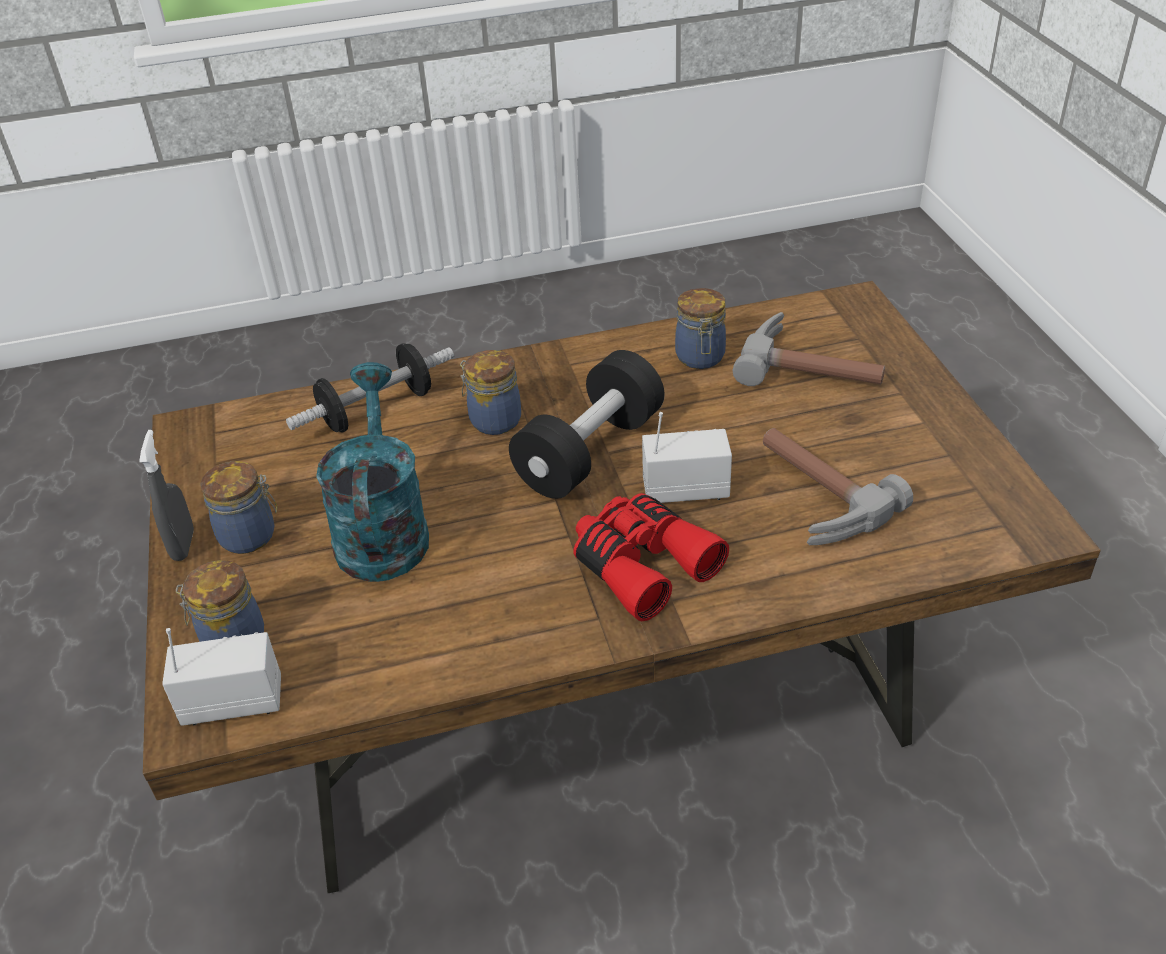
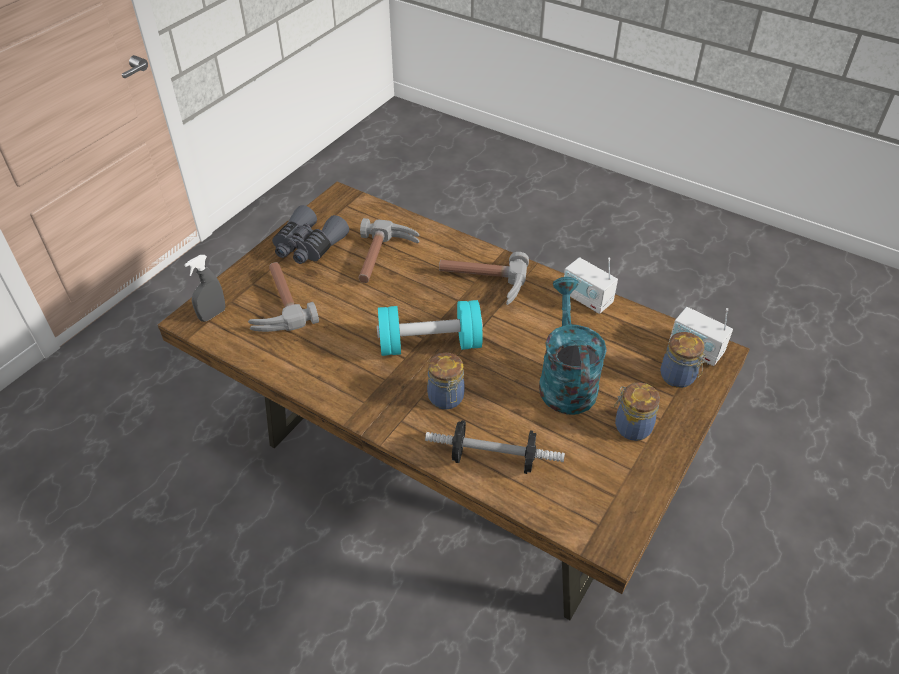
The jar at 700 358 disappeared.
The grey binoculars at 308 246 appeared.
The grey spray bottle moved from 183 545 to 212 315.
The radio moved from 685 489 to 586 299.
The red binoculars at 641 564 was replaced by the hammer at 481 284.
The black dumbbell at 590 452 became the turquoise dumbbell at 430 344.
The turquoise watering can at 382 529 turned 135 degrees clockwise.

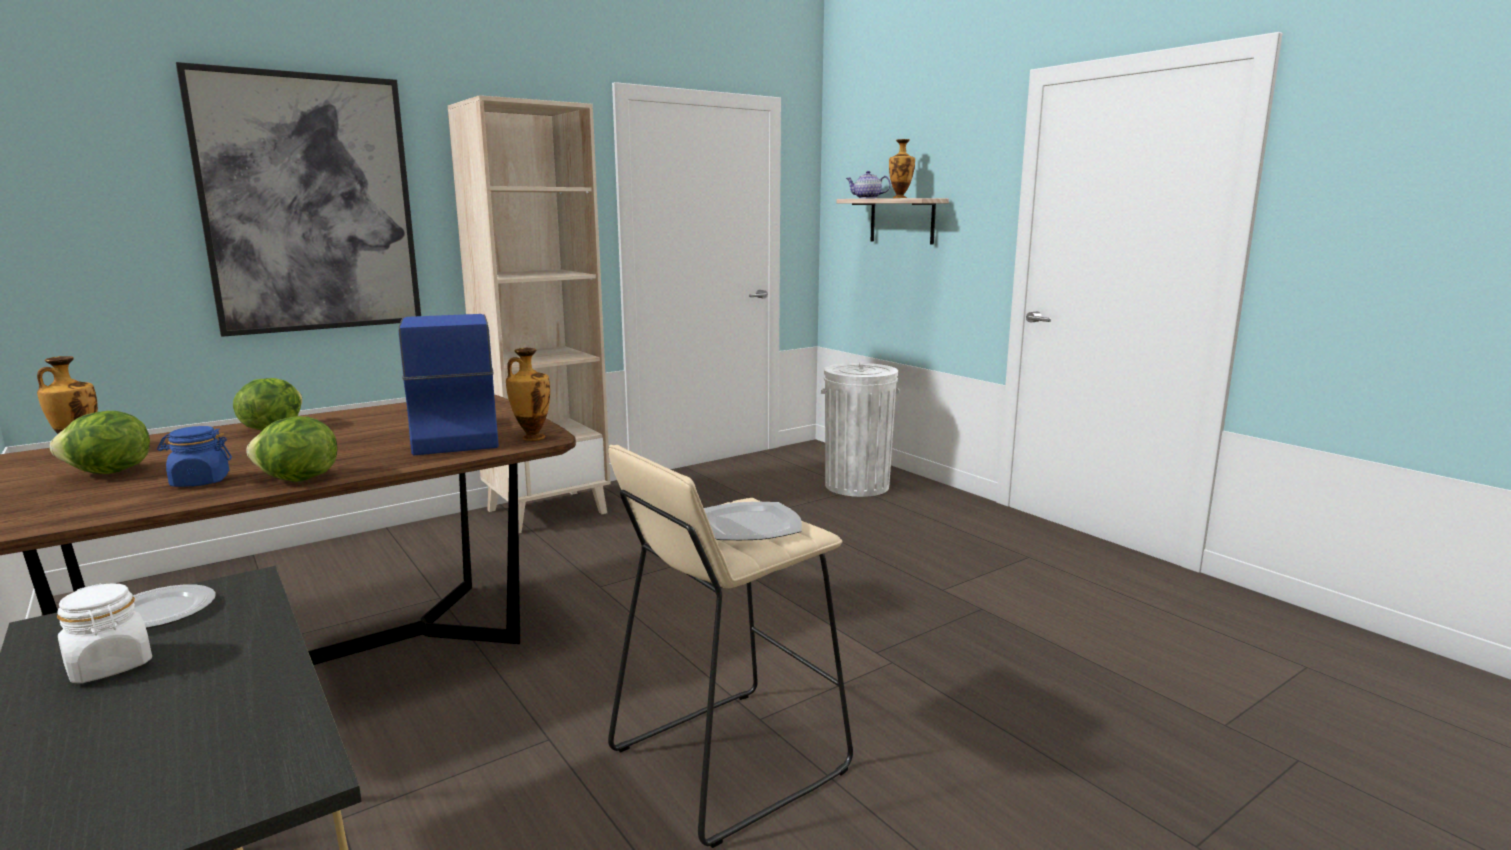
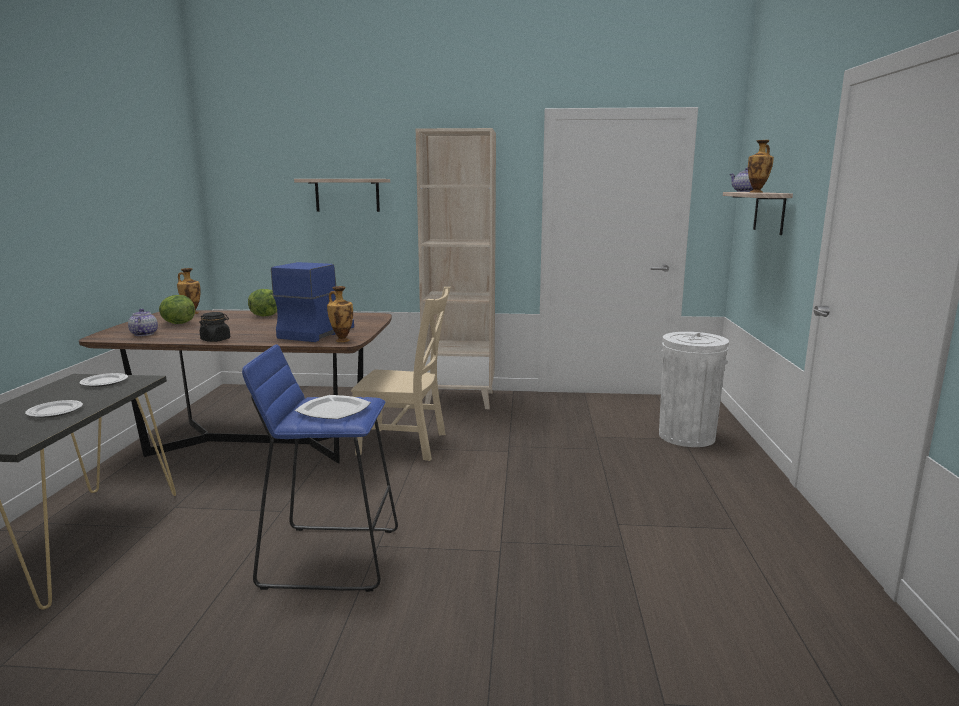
The white jar at 110 666 disappeared.
The blue jar at 200 481 disappeared.
The plate at 55 412 appeared.
The teapot at 143 334 appeared.
The beige chair at 406 444 appeared.
The picture at 309 204 was replaced by the shelf at 347 195.
The lettuce at 297 480 was replaced by the black jar at 215 340.
The beige stool at 727 760 became the blue stool at 330 557.

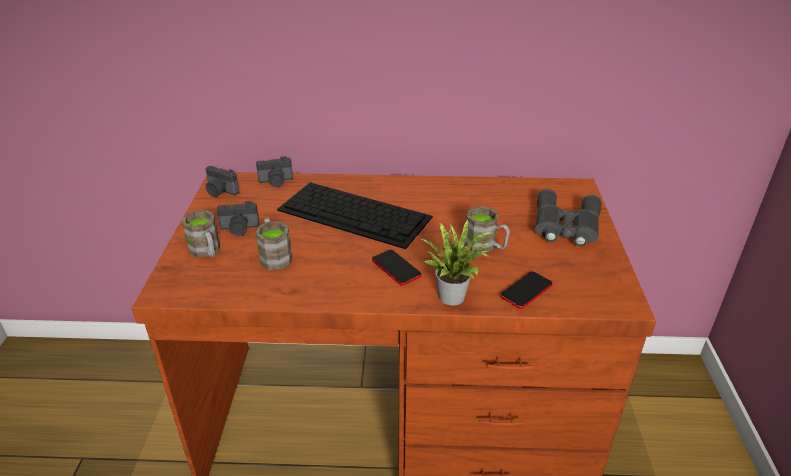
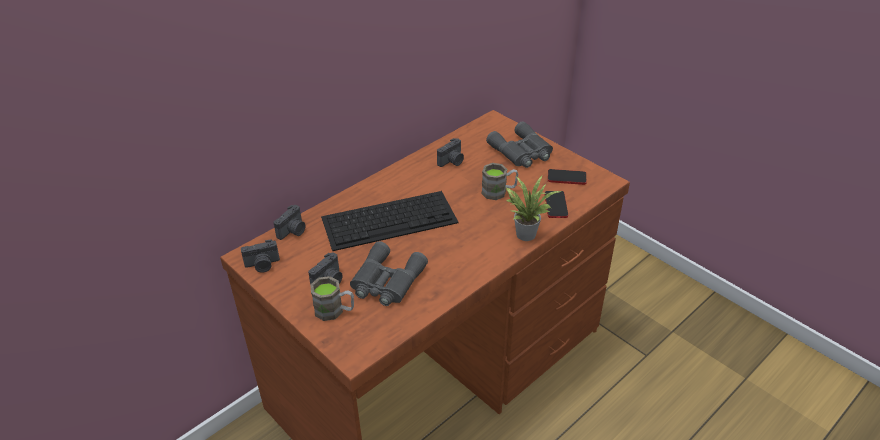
The photo camera at 452 161 appeared.
The phone moved from 396 268 to 566 177.
The brown mug at 274 256 was replaced by the grey binoculars at 386 281.

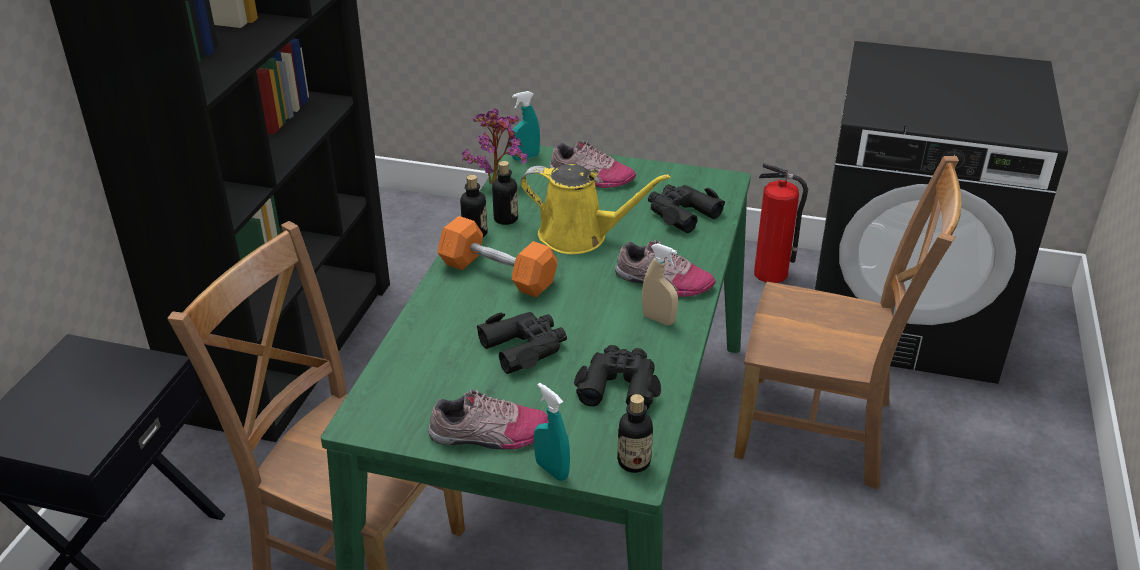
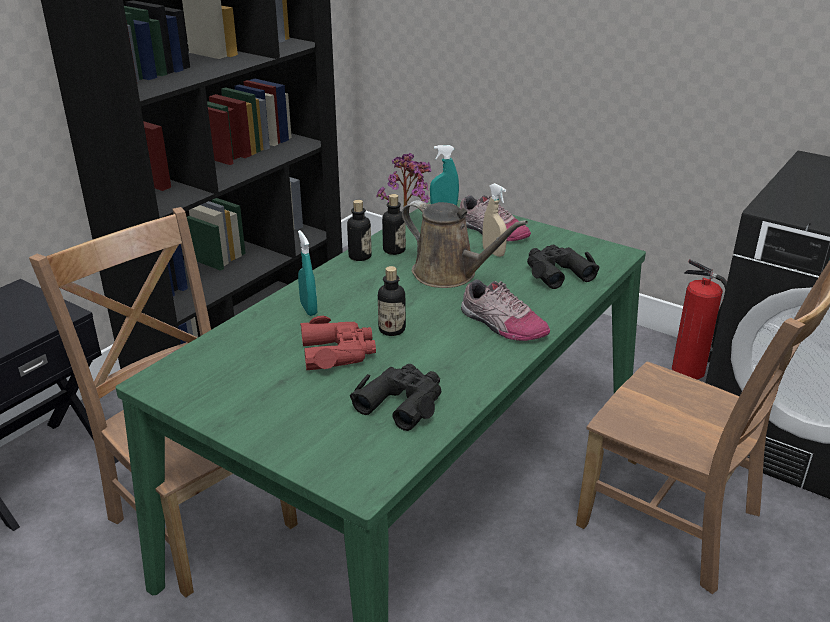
The shoe at 489 435 disappeared.
The orange dumbbell at 497 274 disappeared.
The turquoise spray bottle moved from 552 470 to 308 309.
The bottle moved from 634 462 to 392 330.
The beige spray bottle moved from 658 319 to 493 252.
The black binoculars at 524 347 became the red binoculars at 338 352.
The yellow watering can at 579 236 became the brown watering can at 449 274.

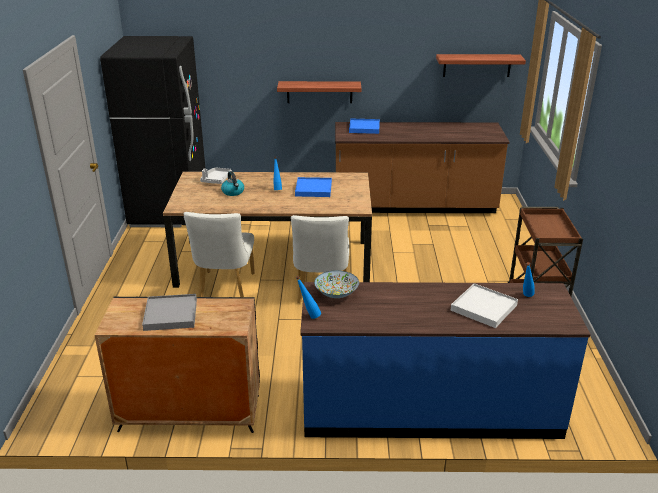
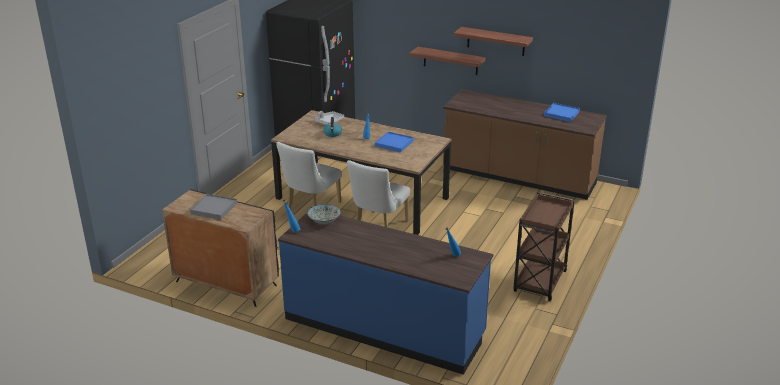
The white tray at 483 308 disappeared.
The blue tray moved from 364 128 to 561 114.
The shelf moved from 477 65 to 496 41.

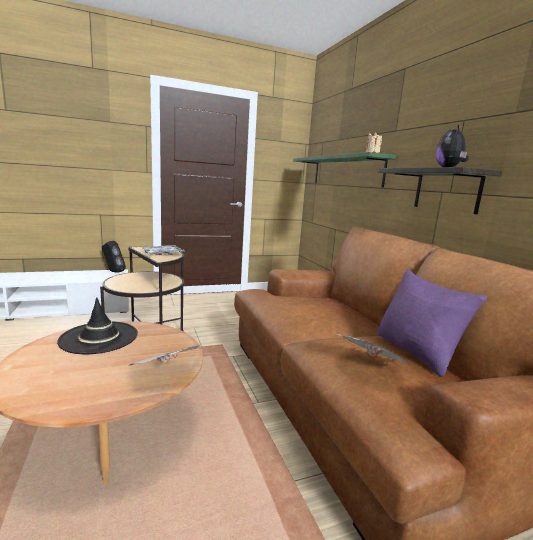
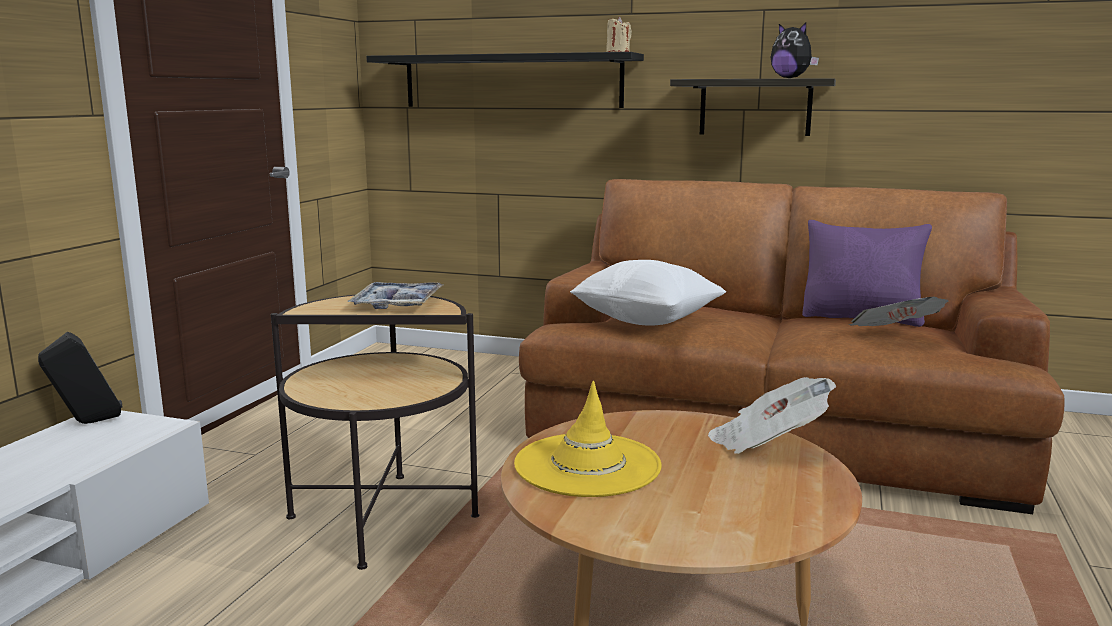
The white pillow at 646 321 appeared.
The black hat at 99 337 became the yellow hat at 587 465.
The green shelf at 345 171 became the black shelf at 511 81.

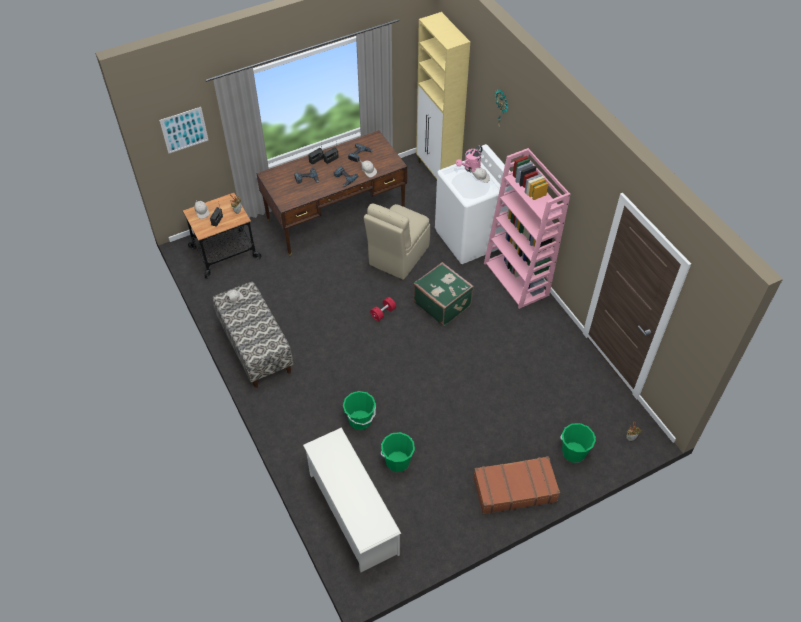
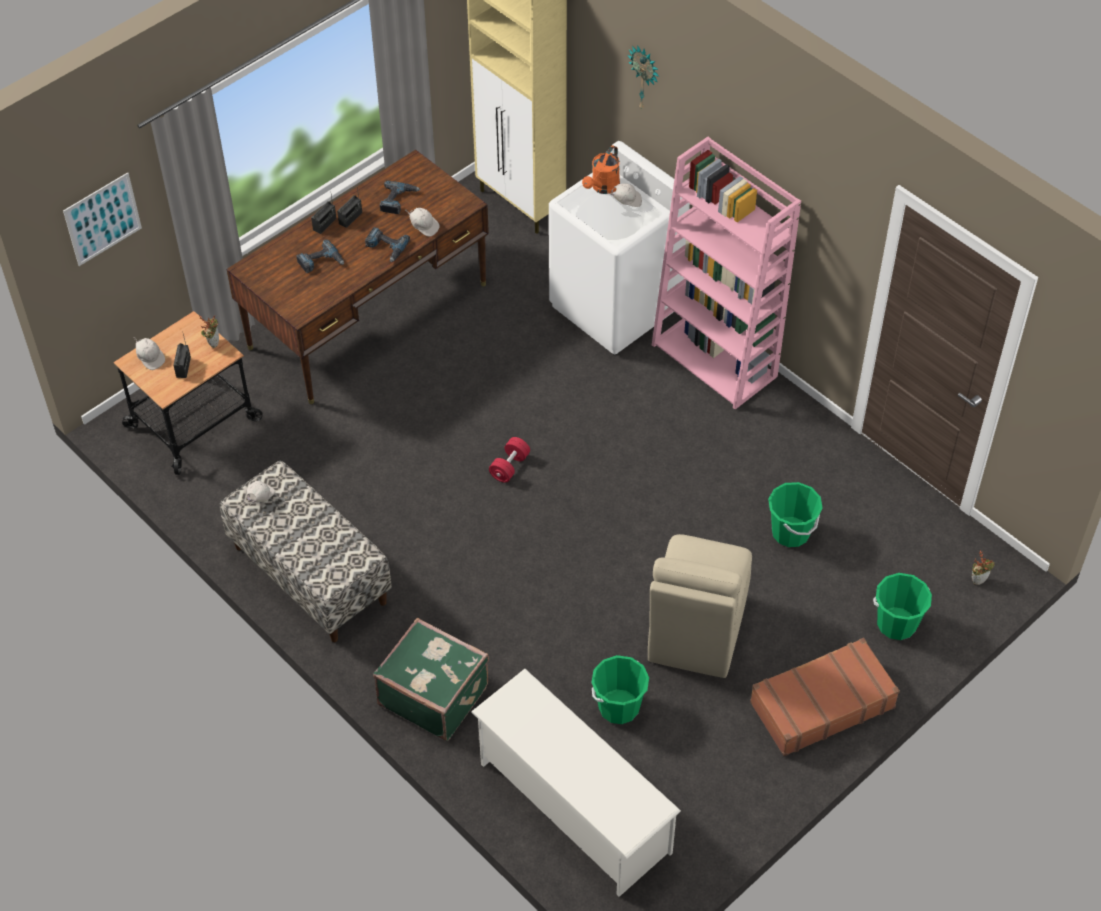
The green bucket moved from 360 420 to 790 532.
The beige chair moved from 398 256 to 696 631.
The green suitcase moved from 442 303 to 434 694.
The pink watering can at 470 168 became the orange watering can at 603 188.

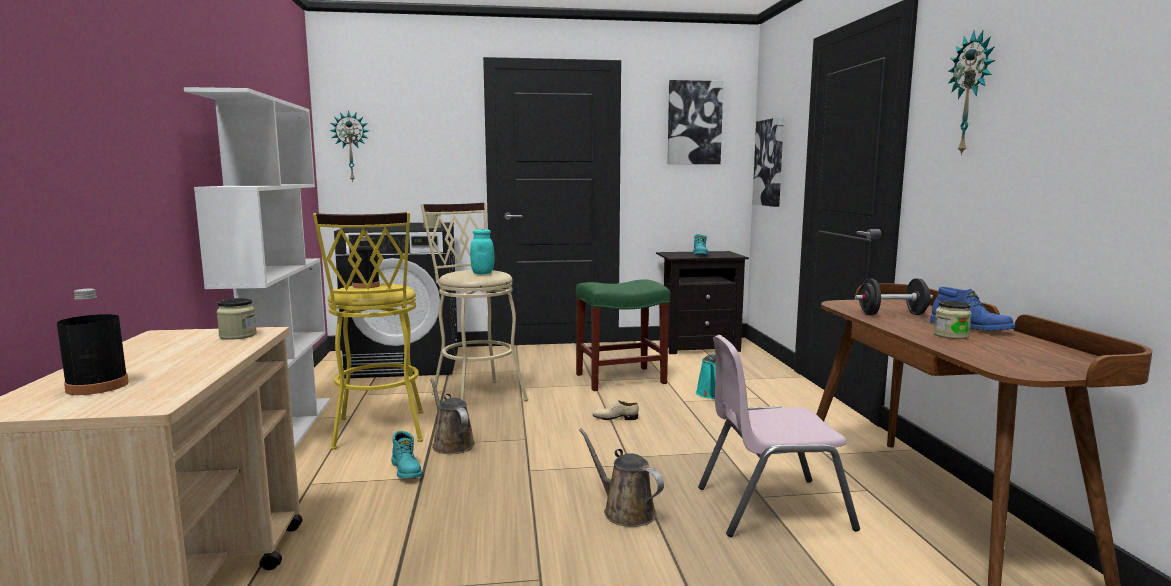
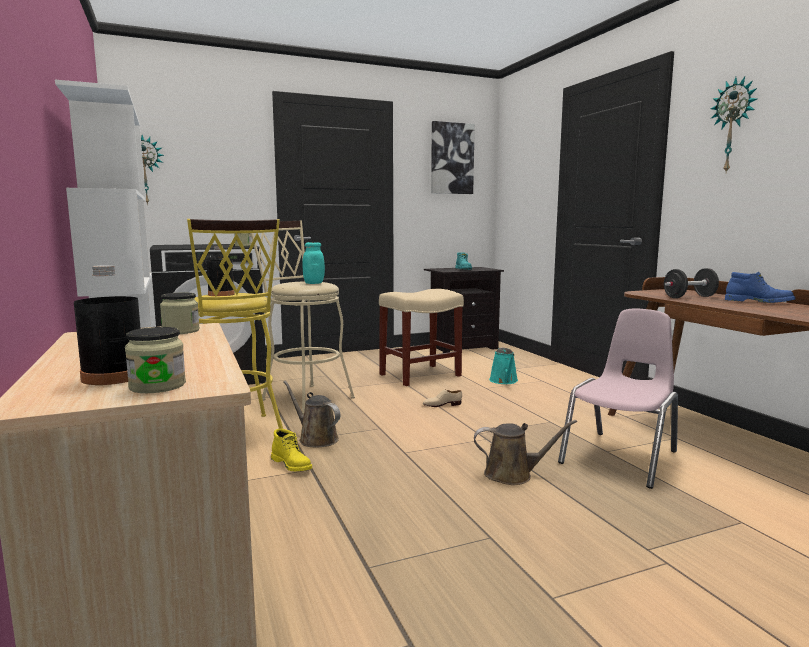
The picture at 770 162 disappeared.
The jar moved from 951 335 to 157 386.
The turquoise boot at 407 470 became the yellow boot at 292 465.
The green stool at 621 378 became the beige stool at 421 375.
The brown watering can at 625 511 turned 150 degrees clockwise.
The pink chair at 771 507 turned 150 degrees clockwise.

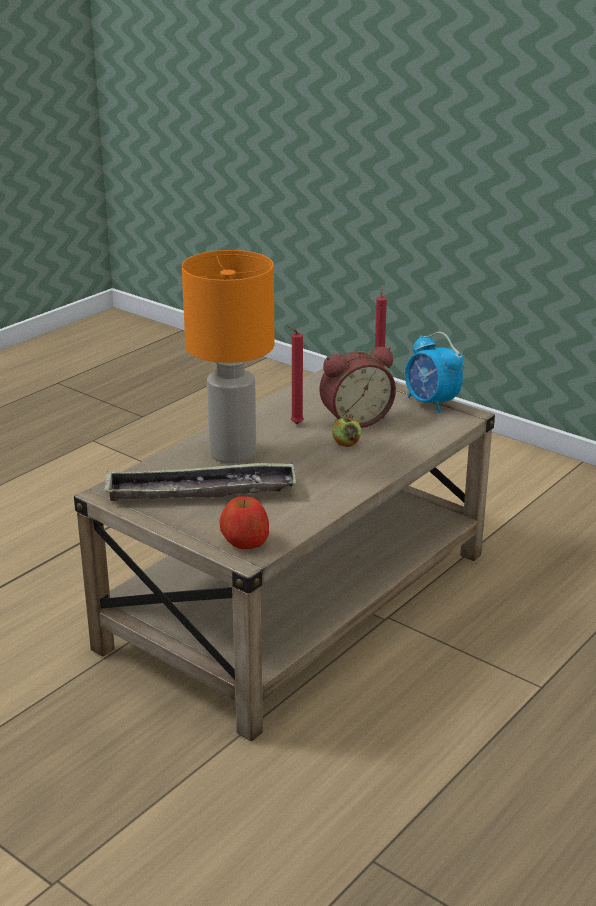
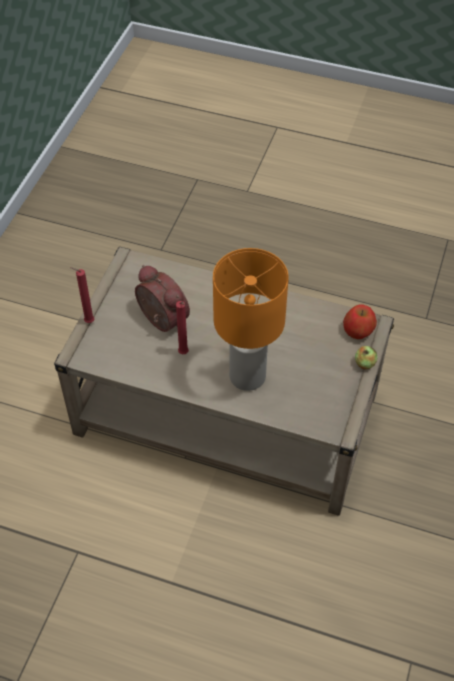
The tray at 200 491 disappeared.
The alarm clock at 431 403 disappeared.
The apple moved from 346 443 to 364 363.

